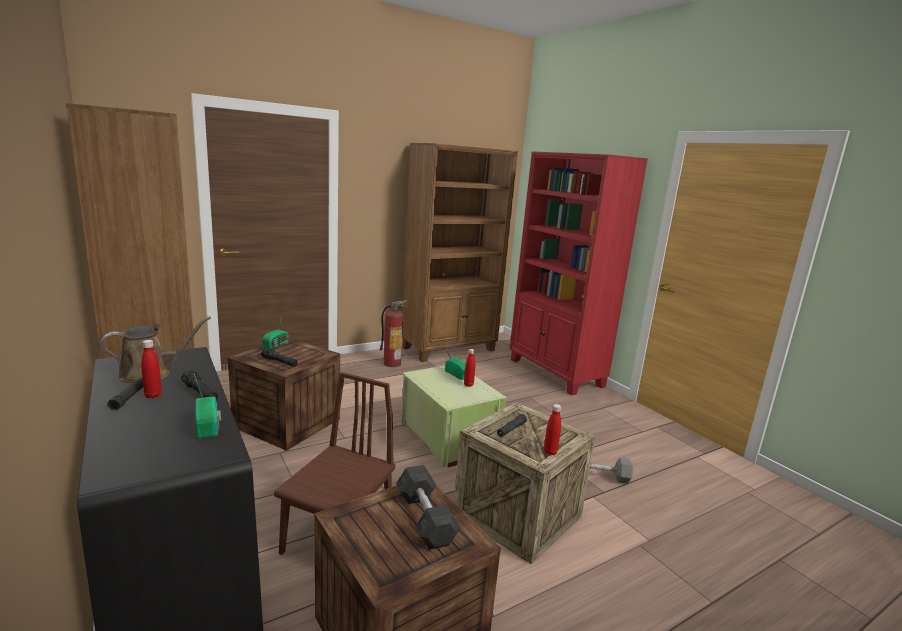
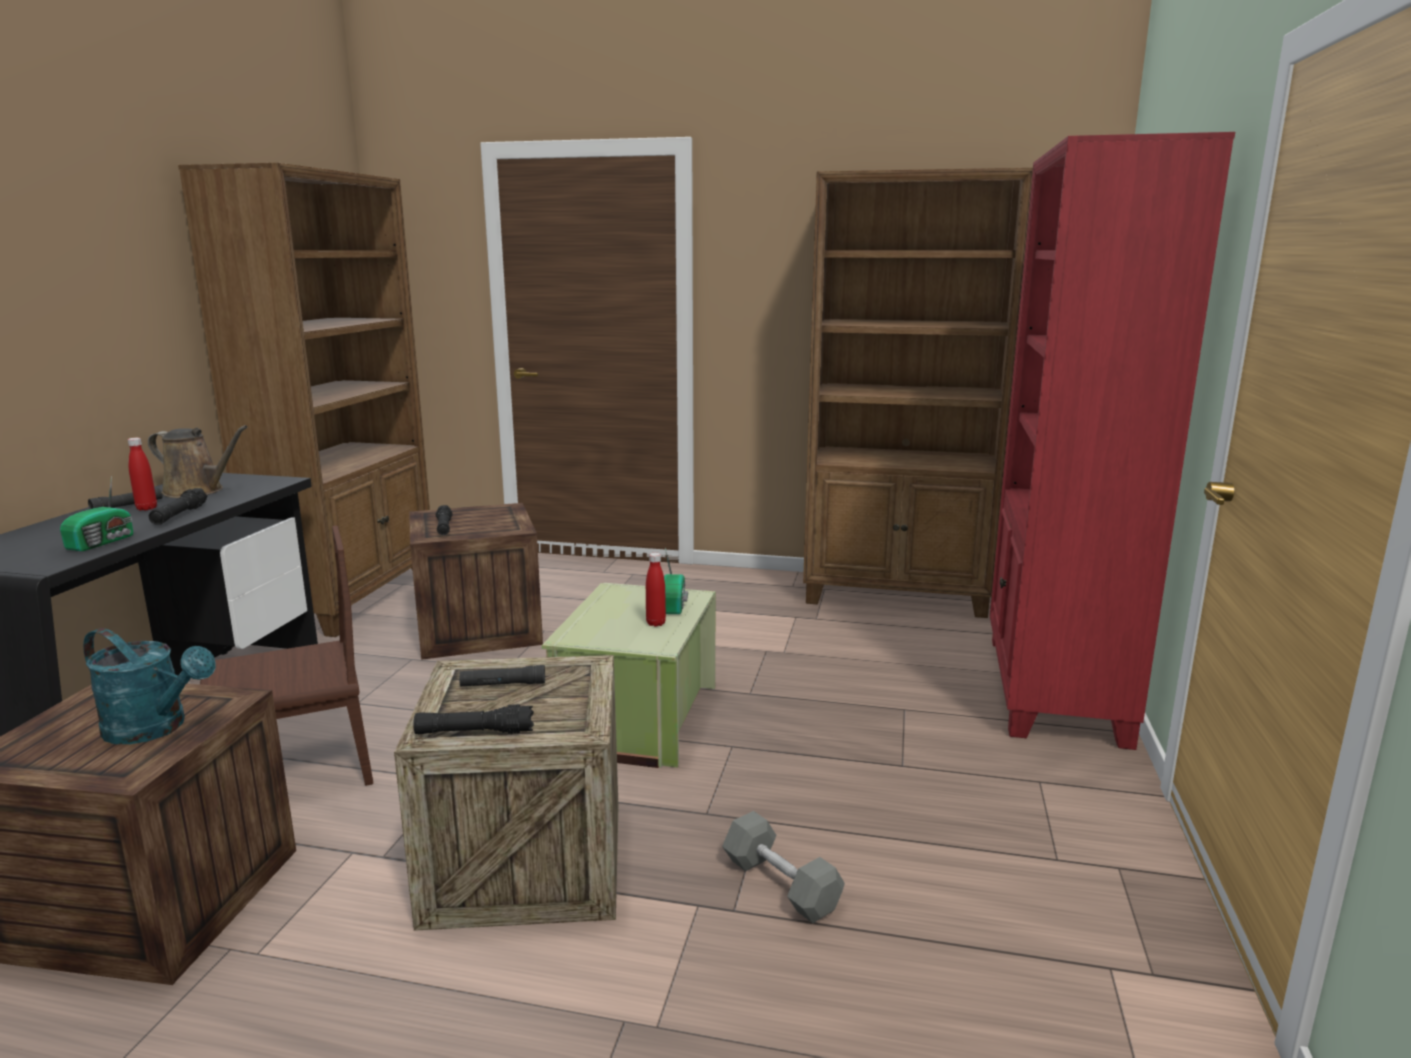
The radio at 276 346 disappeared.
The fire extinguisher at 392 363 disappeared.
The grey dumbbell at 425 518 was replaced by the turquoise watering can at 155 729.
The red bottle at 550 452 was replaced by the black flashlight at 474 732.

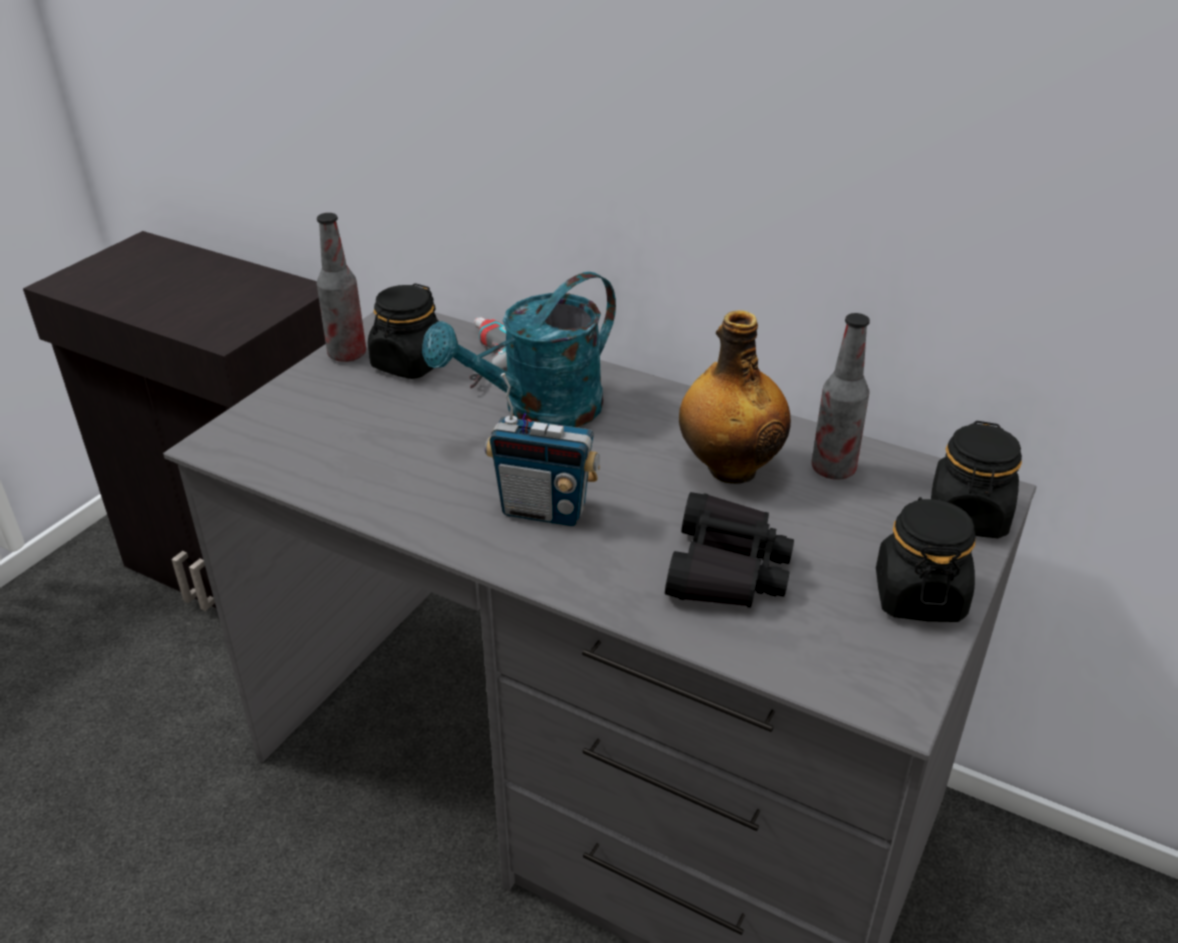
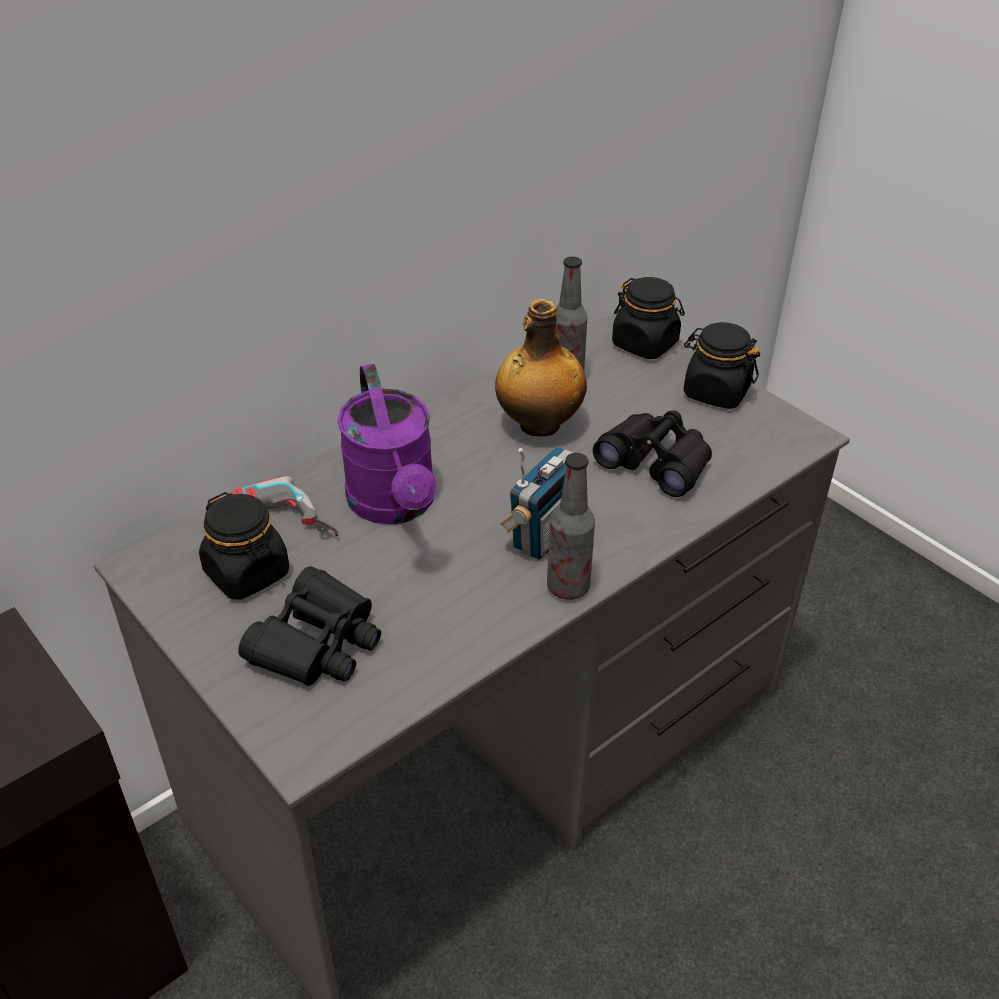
The black binoculars at 317 643 appeared.
The bottle moved from 347 354 to 568 587.
The turquoise watering can at 538 412 became the purple watering can at 395 506.

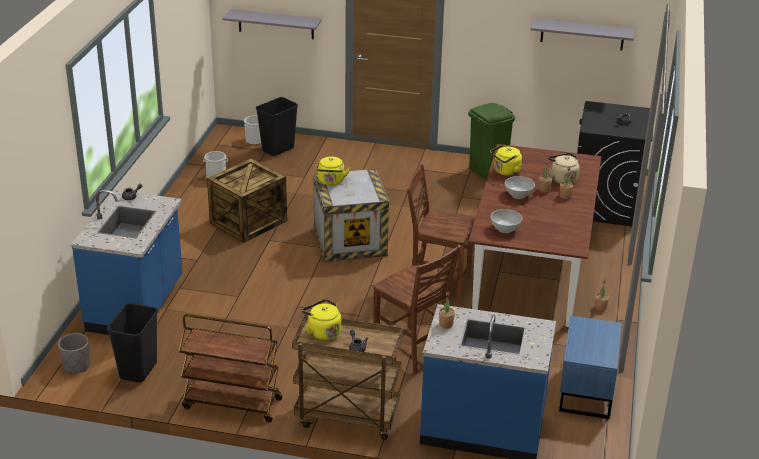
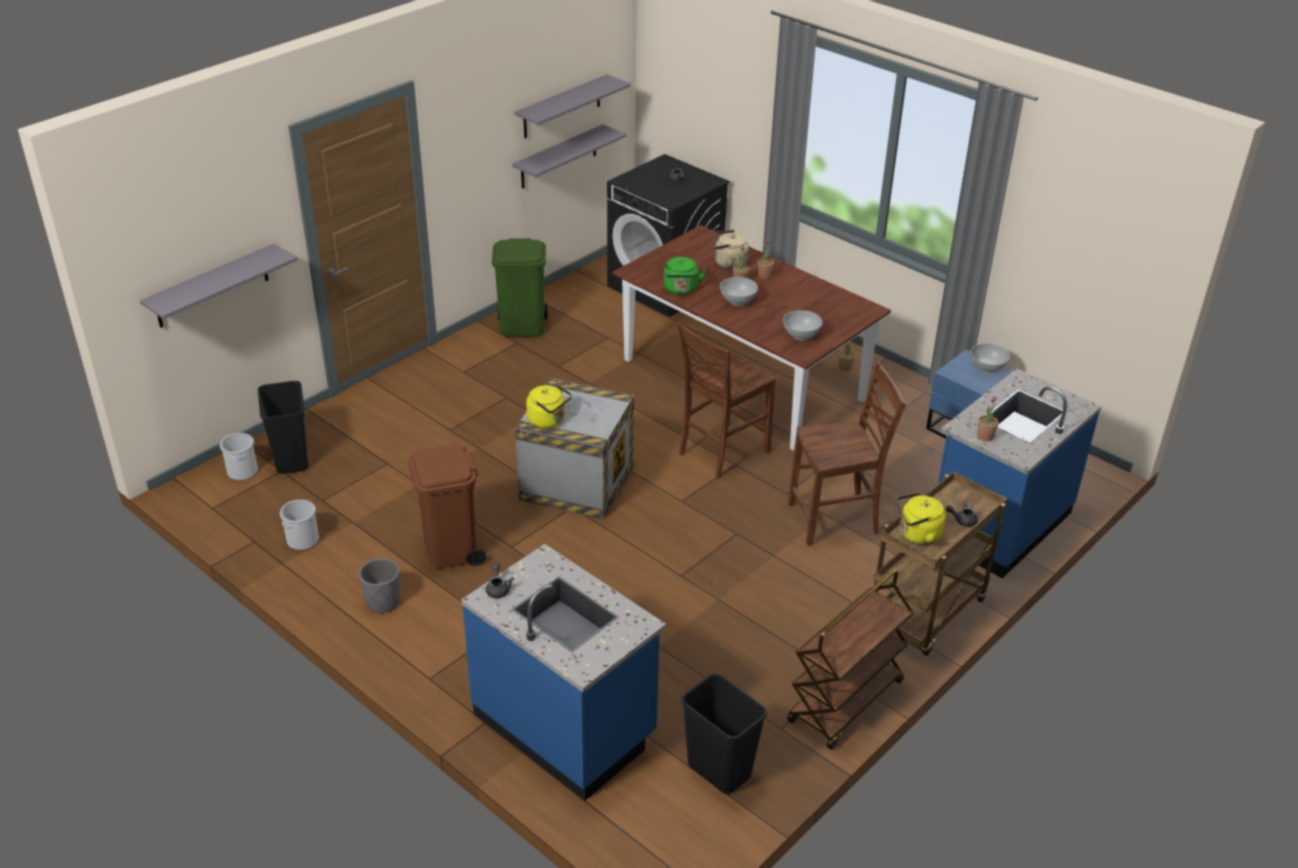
The grey shelf at 559 157 appeared.
The white bowl at 987 368 appeared.
The grey planter moved from 76 366 to 383 601.
The crate at 249 222 was replaced by the brown trash can at 451 550.
The yellow kettle at 505 172 became the green kettle at 681 290.

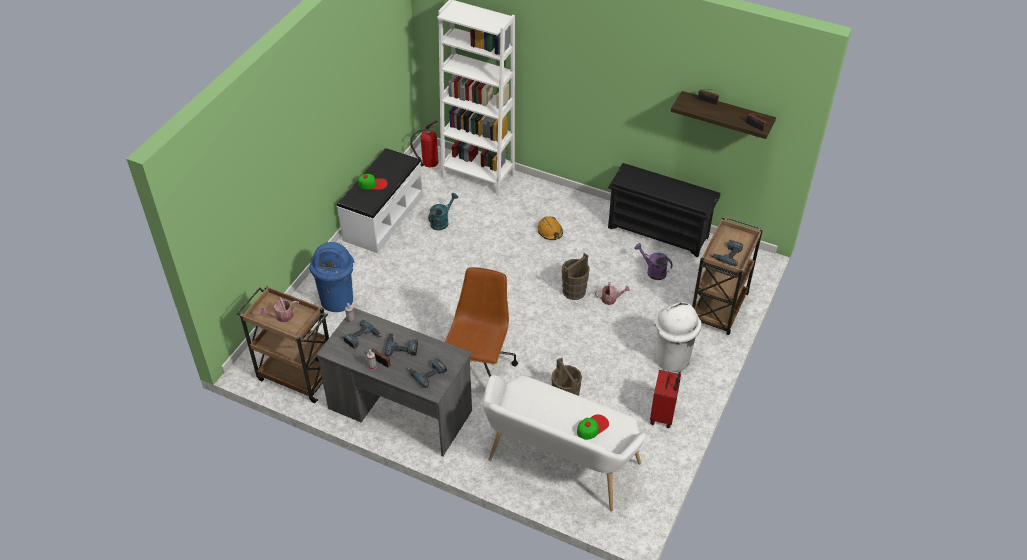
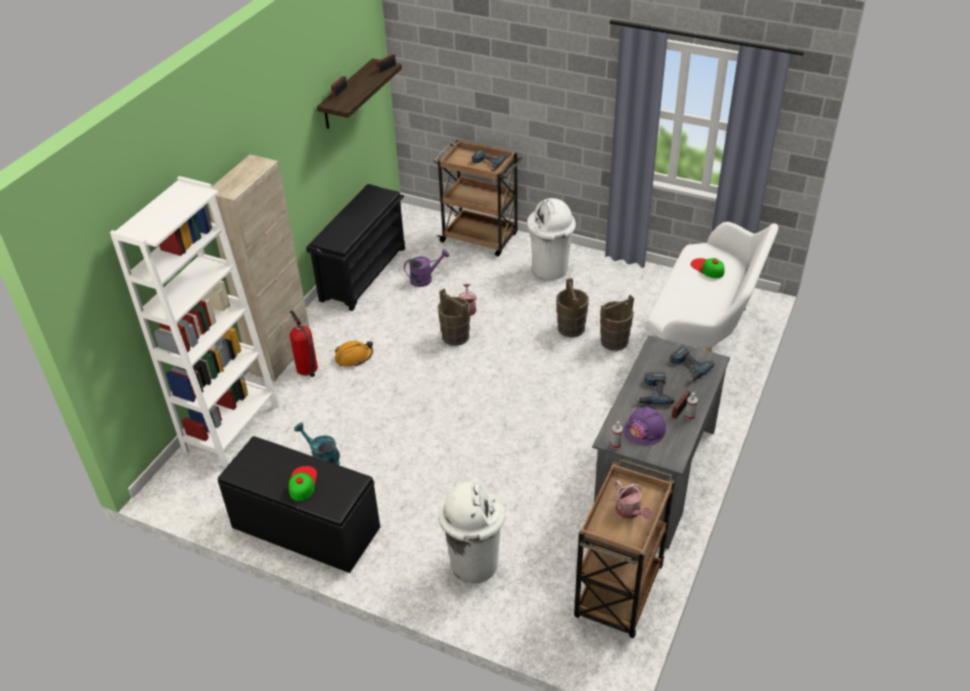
The brown office chair at 479 367 disappeared.
The red suitcase at 663 415 disappeared.
The beige cabinet at 281 356 appeared.
The brown bucket at 571 328 appeared.
The fire extinguisher moved from 428 163 to 308 369.
The power drill at 362 338 was replaced by the purple hard hat at 645 430.
The blue trash can at 338 300 became the white trash can at 474 563.
The white bench at 382 218 became the black bench at 305 528.
The purple watering can at 653 271 turned 150 degrees counterclockwise.

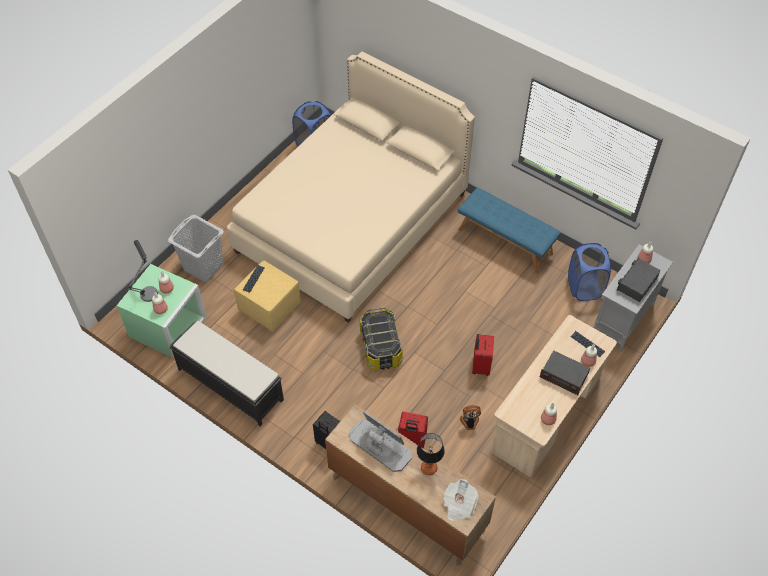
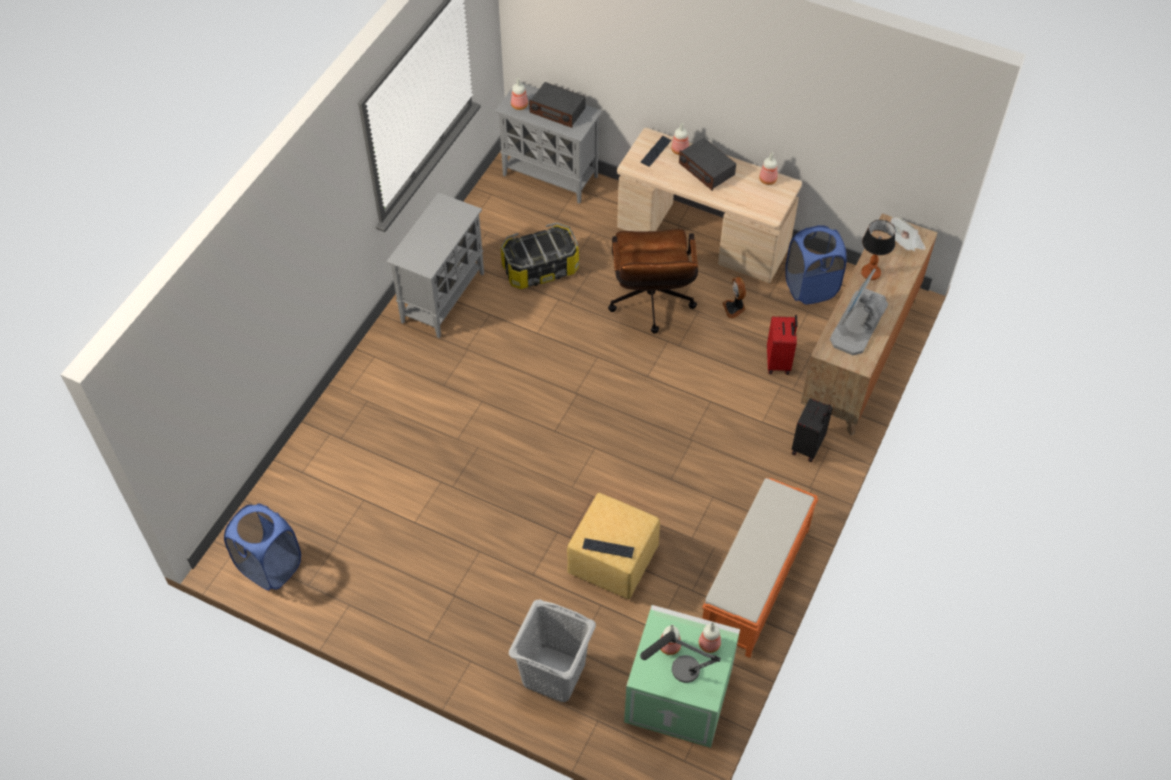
The beige bed at 352 222 disappeared.
The storage box moved from 381 347 to 540 268.
The blue laundry basket moved from 584 287 to 810 287.
The blue bench at 505 241 was replaced by the grey cabinet at 443 297.
The red suitcase at 480 366 was replaced by the brown office chair at 651 305.
The black bench at 229 384 became the orange bench at 754 583.
The radio at 564 376 turned 120 degrees clockwise.

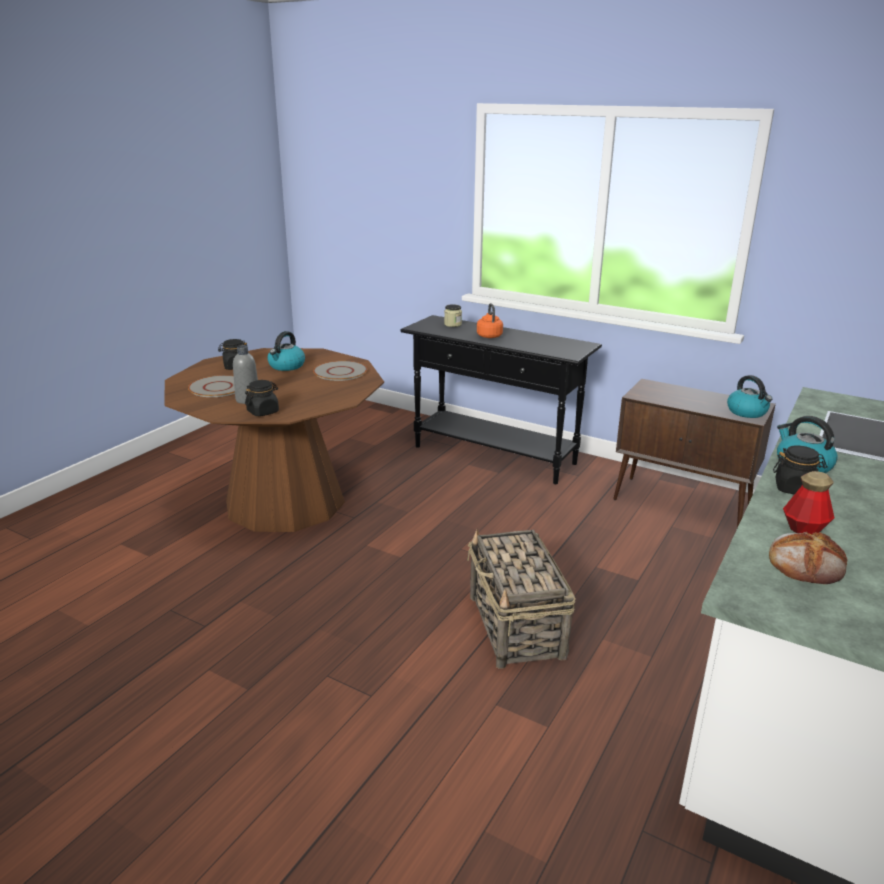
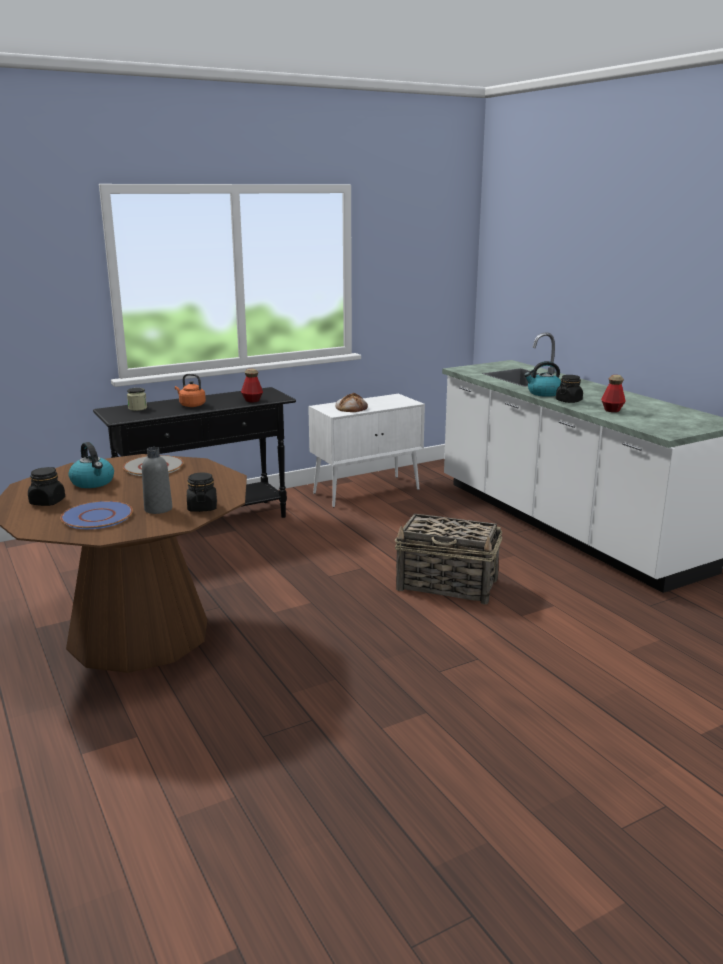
The kettle at 747 412 disappeared.
The bottle at 252 400 appeared.
The bread moved from 807 563 to 351 408.
The grey plate at 218 387 became the blue plate at 97 516.
The brown cabinet at 682 504 became the white cabinet at 367 491.

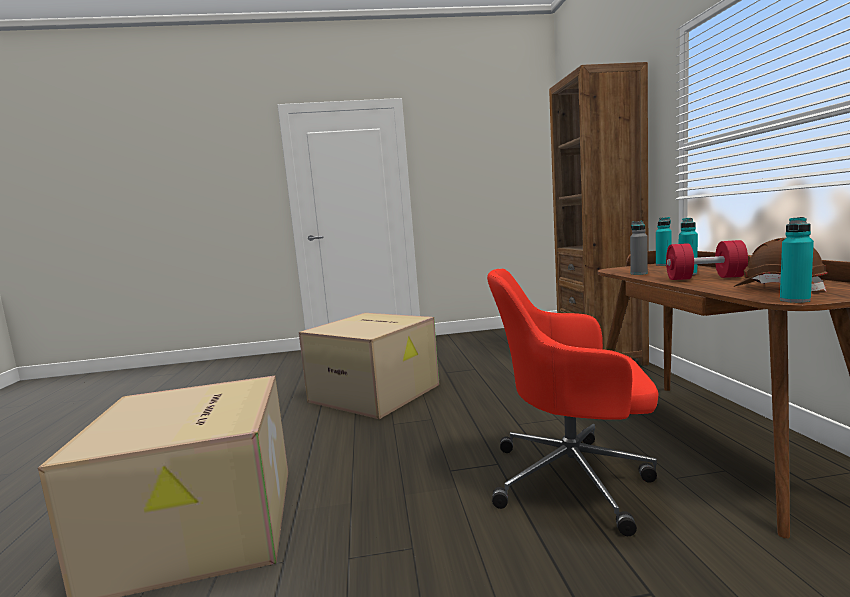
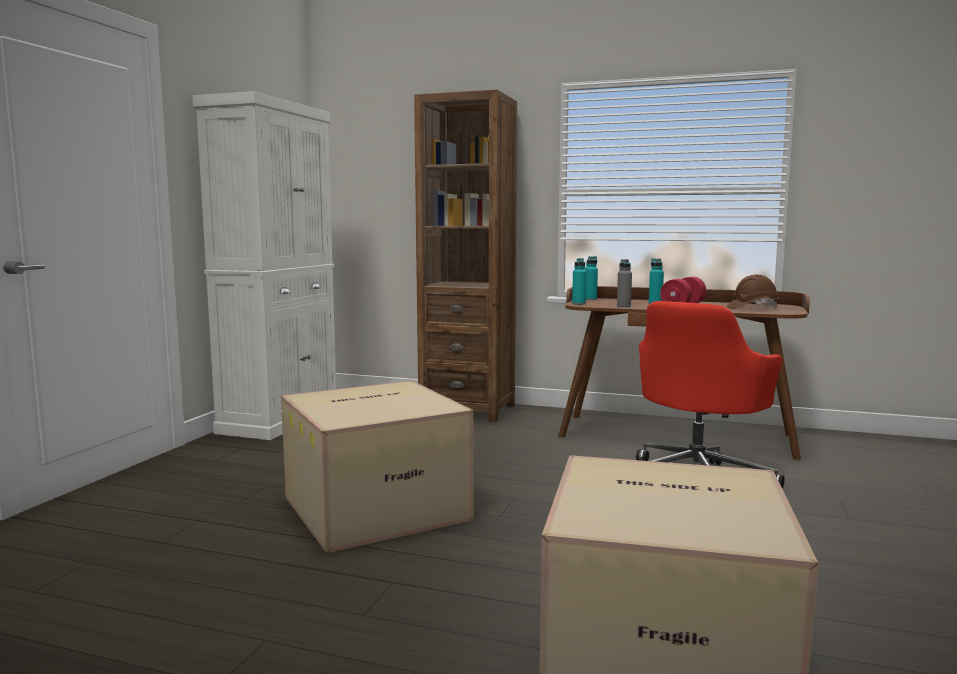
The white cabinet at 280 419 appeared.
The turquoise bottle moved from 794 300 to 579 303.

